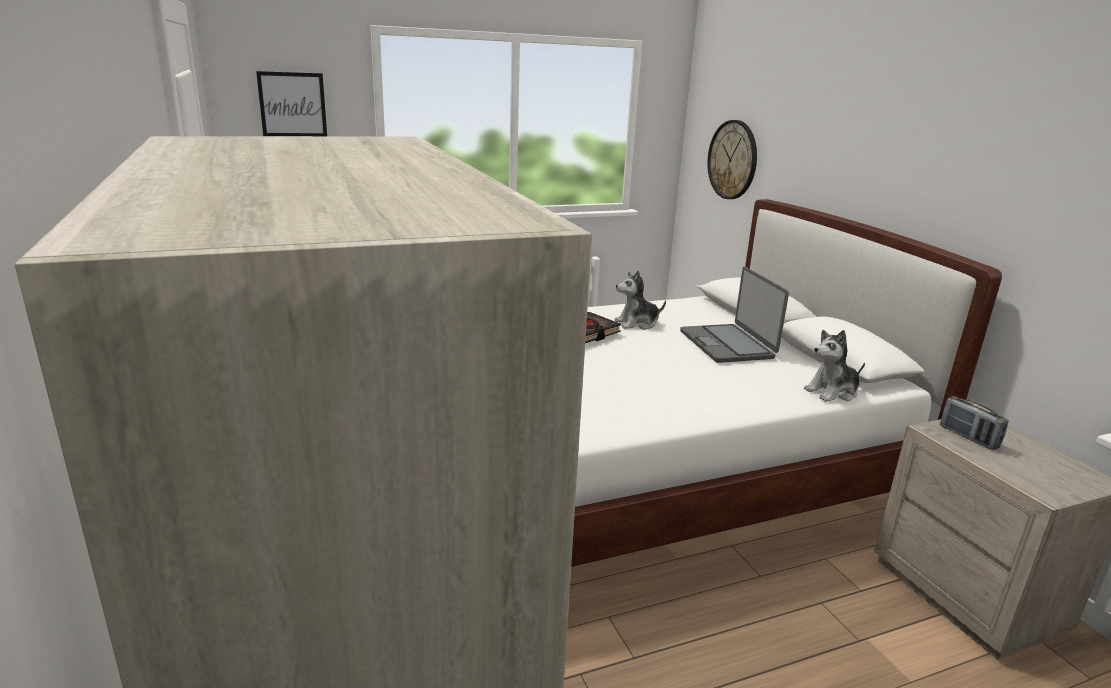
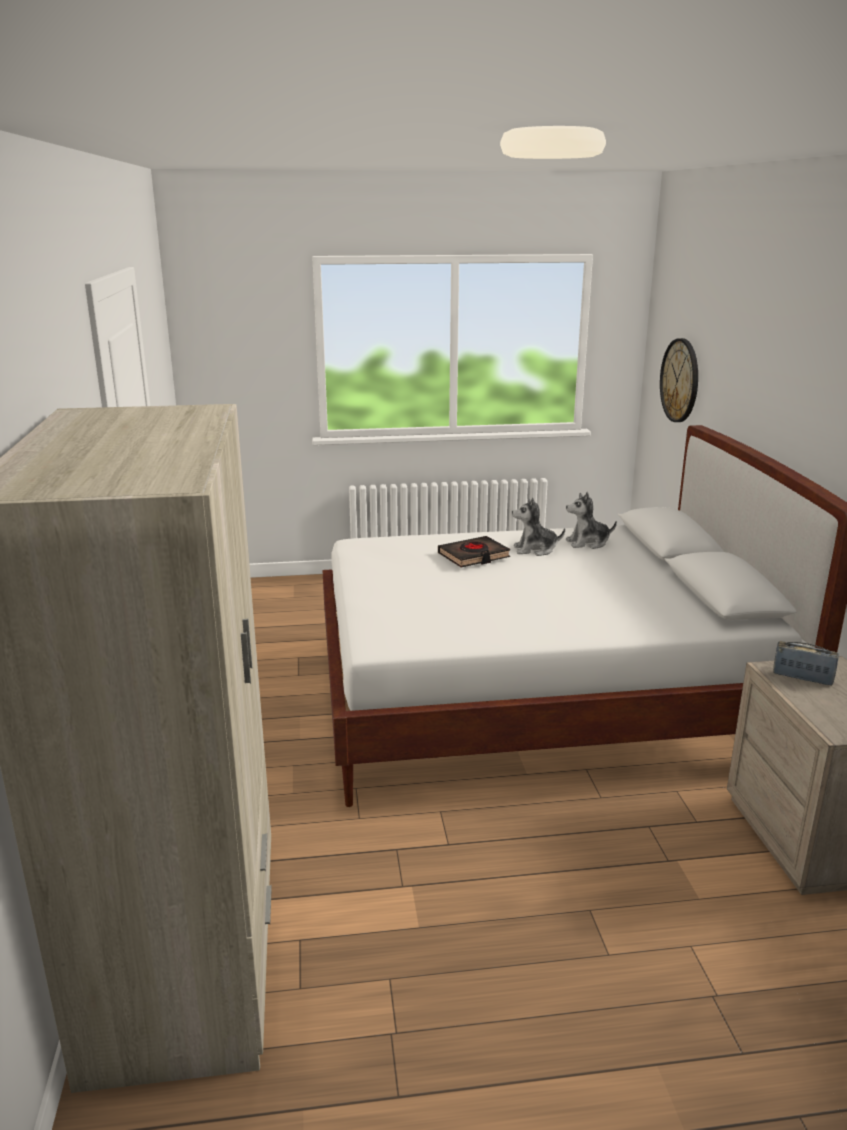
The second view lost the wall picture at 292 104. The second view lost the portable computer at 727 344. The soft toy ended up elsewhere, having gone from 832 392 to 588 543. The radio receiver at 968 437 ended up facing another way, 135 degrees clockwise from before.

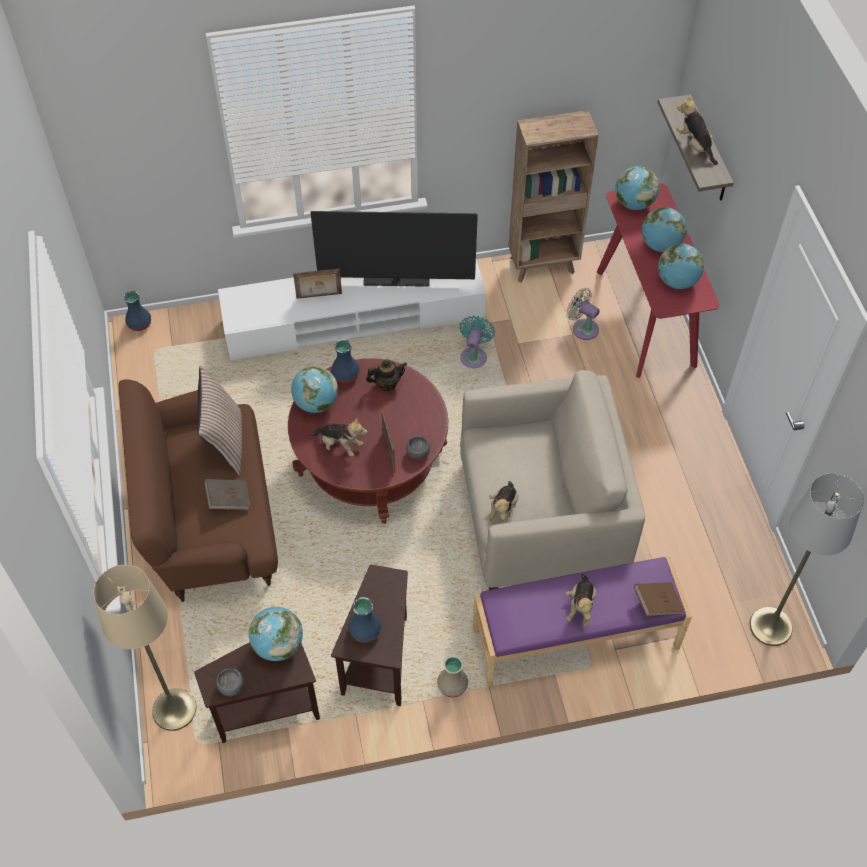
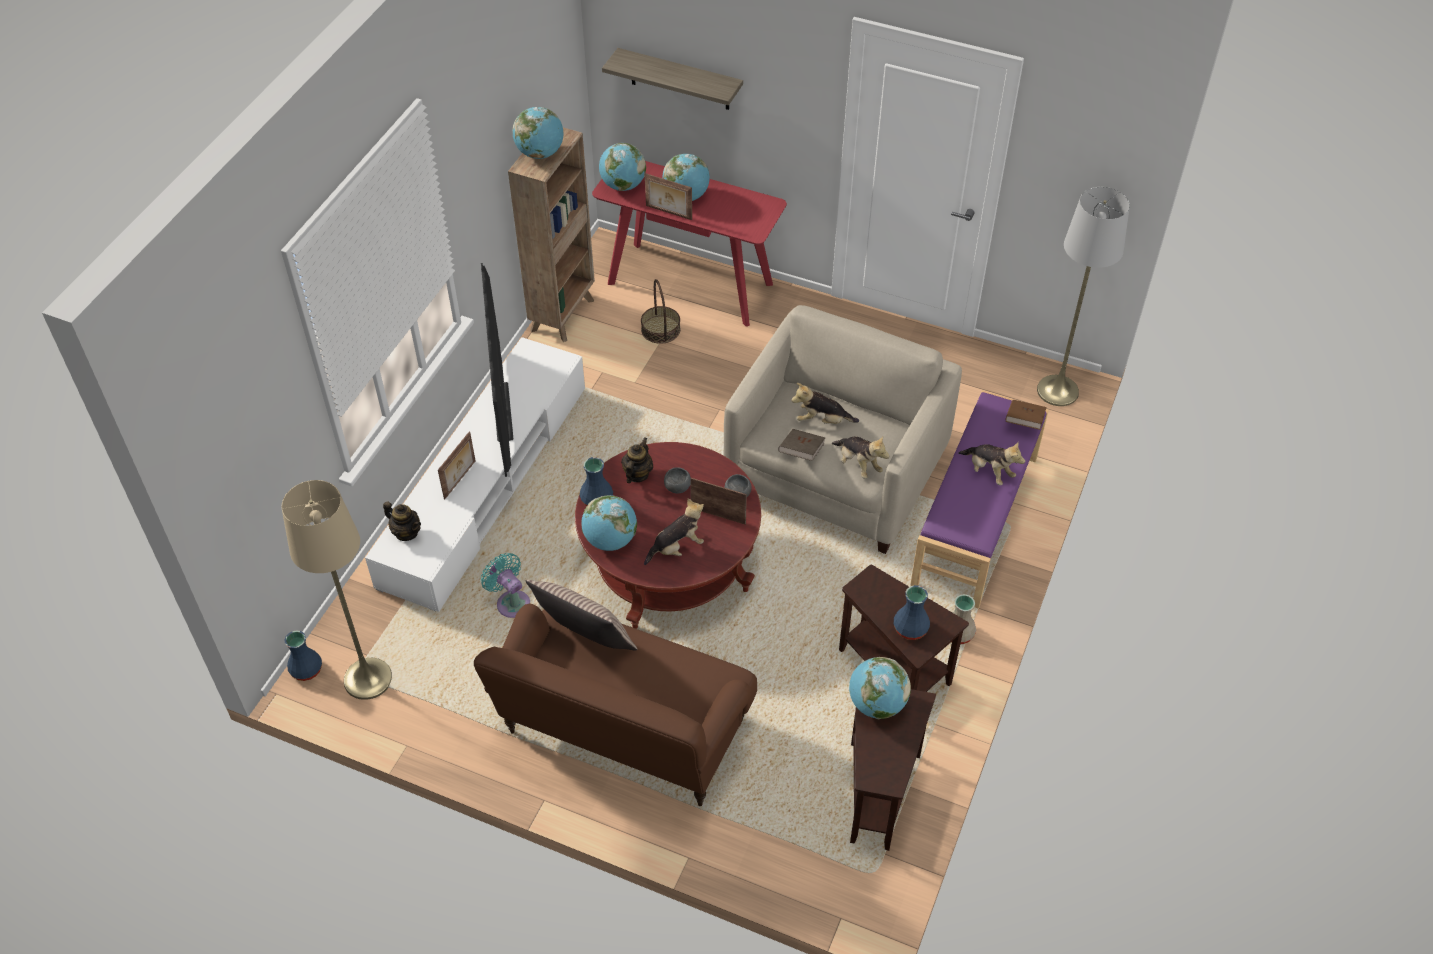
The second view gained the pot for tea at 406 532. The second view gained the standing frame at 668 213. The beige-coloured standard lamp ended up elsewhere, having gone from 174 709 to 368 678. The brown-coloured volume ended up elsewhere, having gone from 228 500 to 801 452. The grey bowl ended up elsewhere, having gone from 231 686 to 677 487. The turquoise cooling fan ended up elsewhere, having gone from 474 355 to 511 602. The globe ended up elsewhere, having gone from 677 282 to 540 153. The soft toy ended up elsewhere, having gone from 695 145 to 822 420. Where the beige-coloured cooling fan stood at 583 328, the basket came to stand at 661 329. The TV set at 396 281 ended up facing another way, 135 degrees clockwise from before.

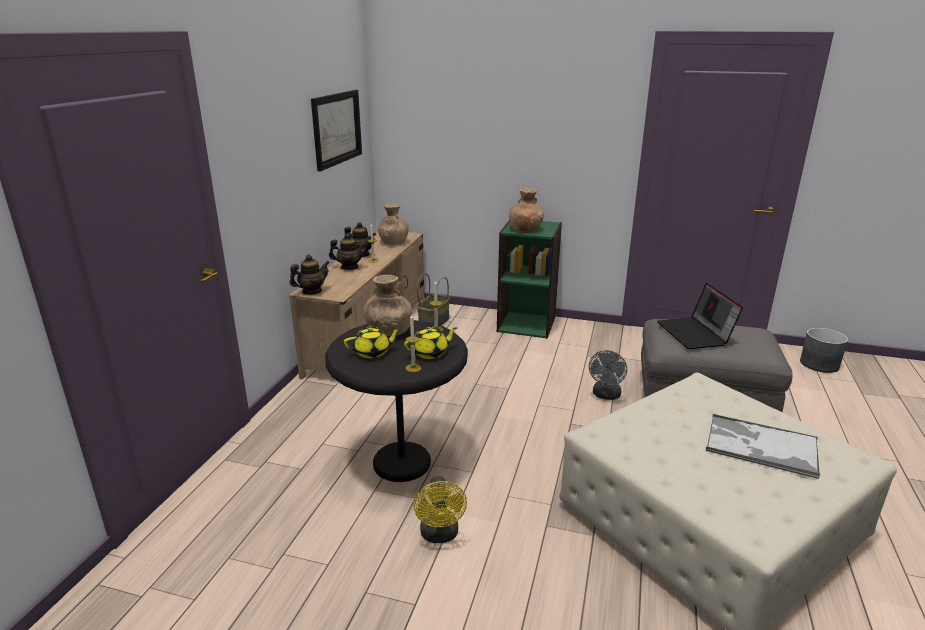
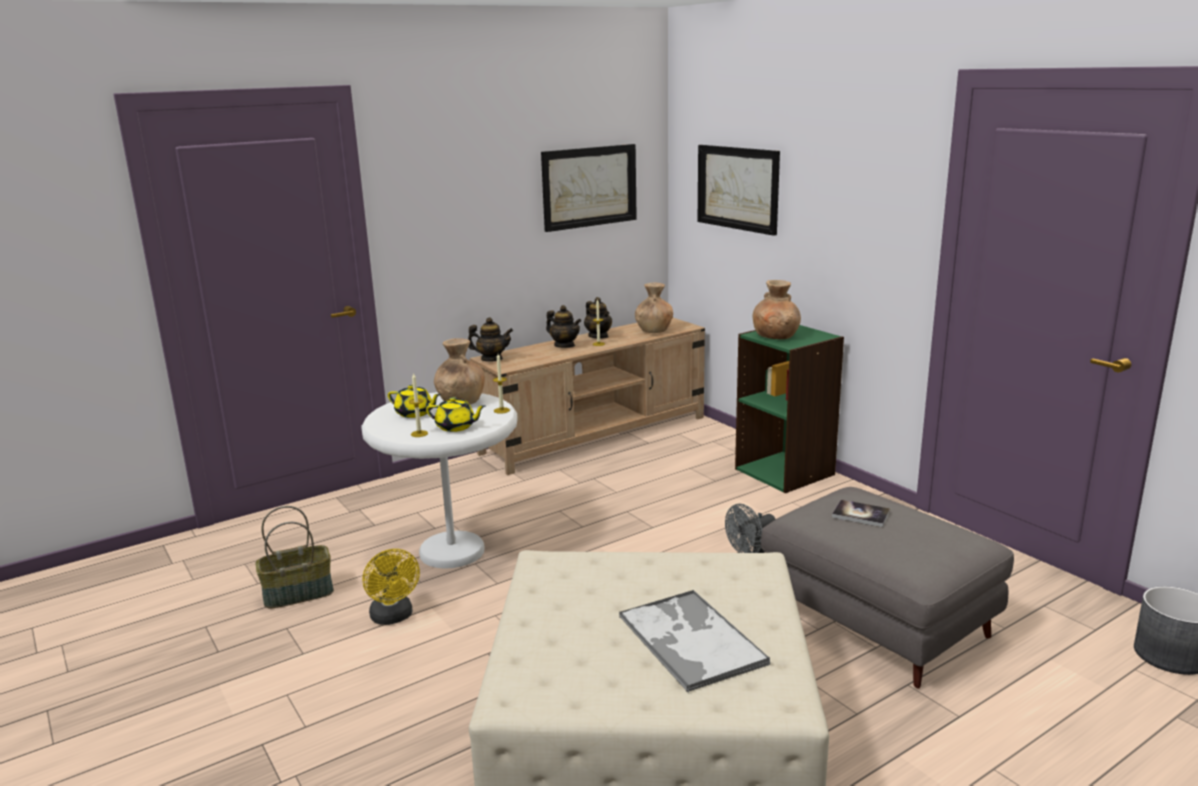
The second view gained the wall picture at 738 188. The basket ended up elsewhere, having gone from 433 322 to 299 593. Where the portable computer stood at 695 334, the volume came to stand at 860 515. What was the black accent table at 402 463 turned into the white accent table at 452 551. The yellow cooling fan at 440 535 ended up facing another way, 60 degrees counterclockwise from before.

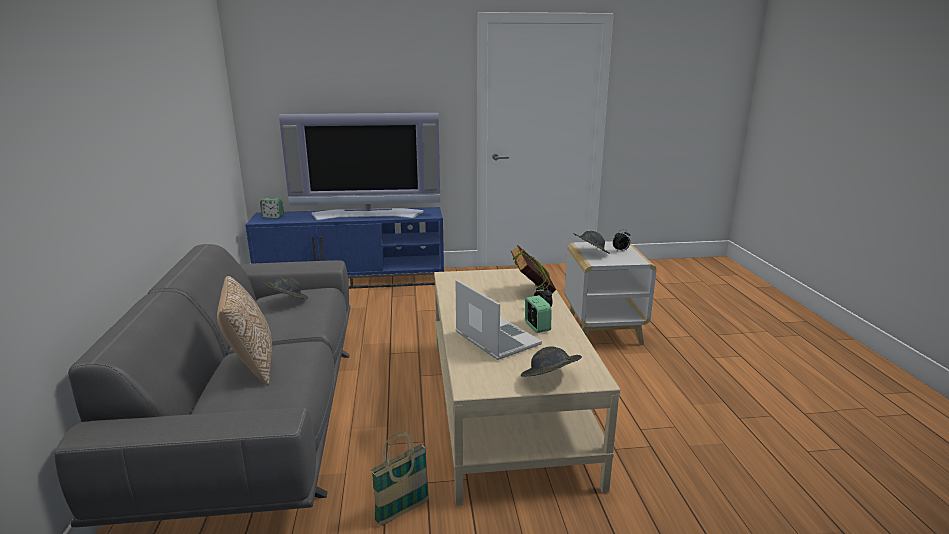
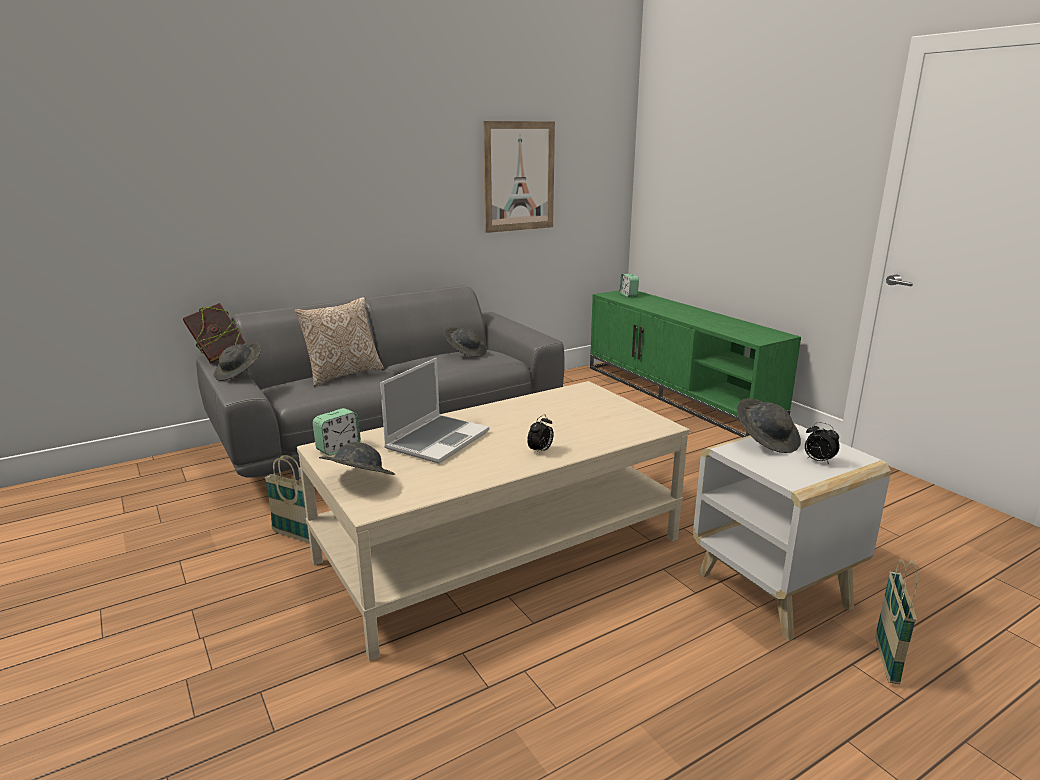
The second view lost the TV set at 367 214. The second view gained the grey hat at 239 374. The second view gained the wall picture at 519 176. The second view gained the basket at 886 660. The volume ended up elsewhere, having gone from 532 292 to 218 357. The table clock ended up elsewhere, having gone from 537 327 to 338 448. What was the blue-coloured media console at 354 280 turned into the green media console at 679 394.

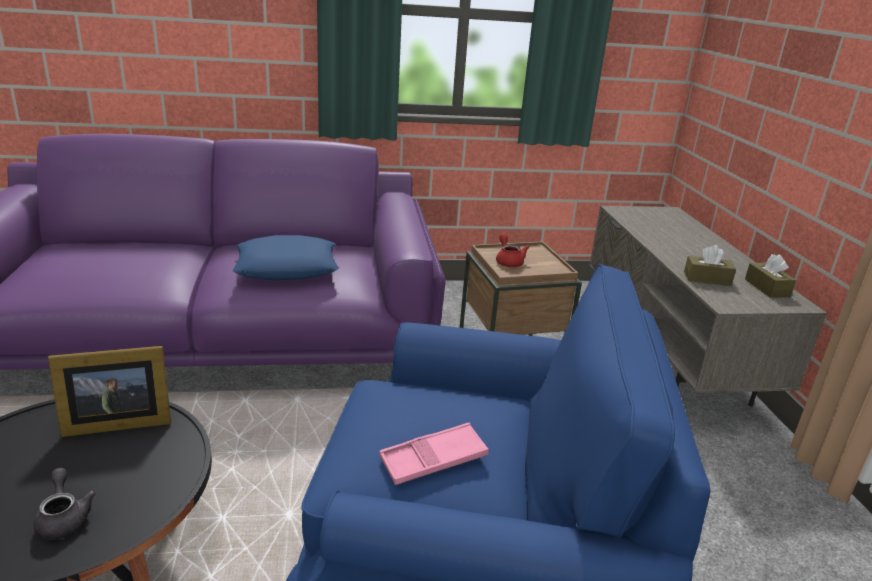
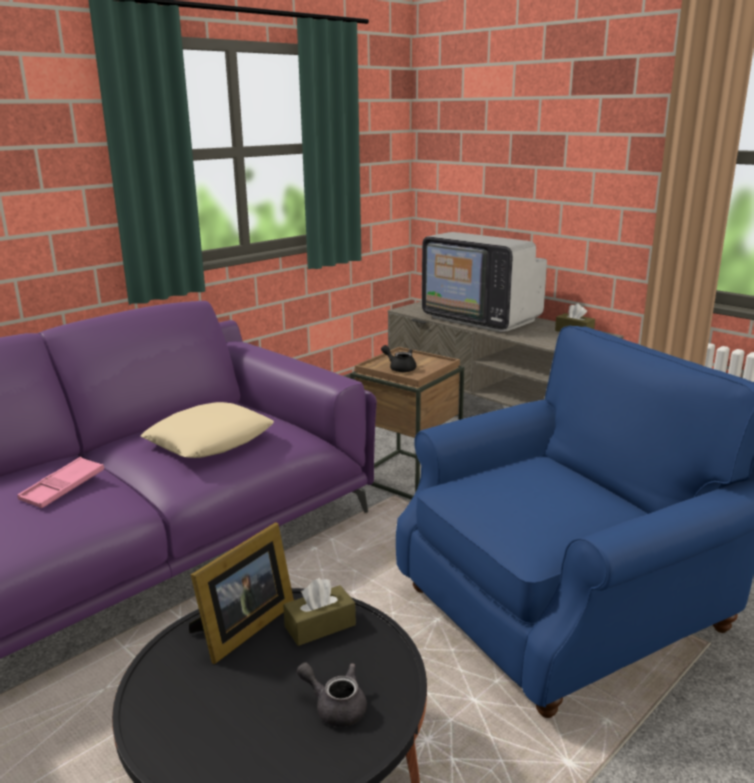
The second view gained the TV set at 481 318. The pink-coloured tray ended up elsewhere, having gone from 433 460 to 63 488. The brown-coloured tissue box ended up elsewhere, having gone from 707 279 to 320 626. What was the blue-coloured pillow at 287 267 turned into the beige-coloured pillow at 210 440. What was the red pot for tea at 508 261 turned into the black pot for tea at 400 368.

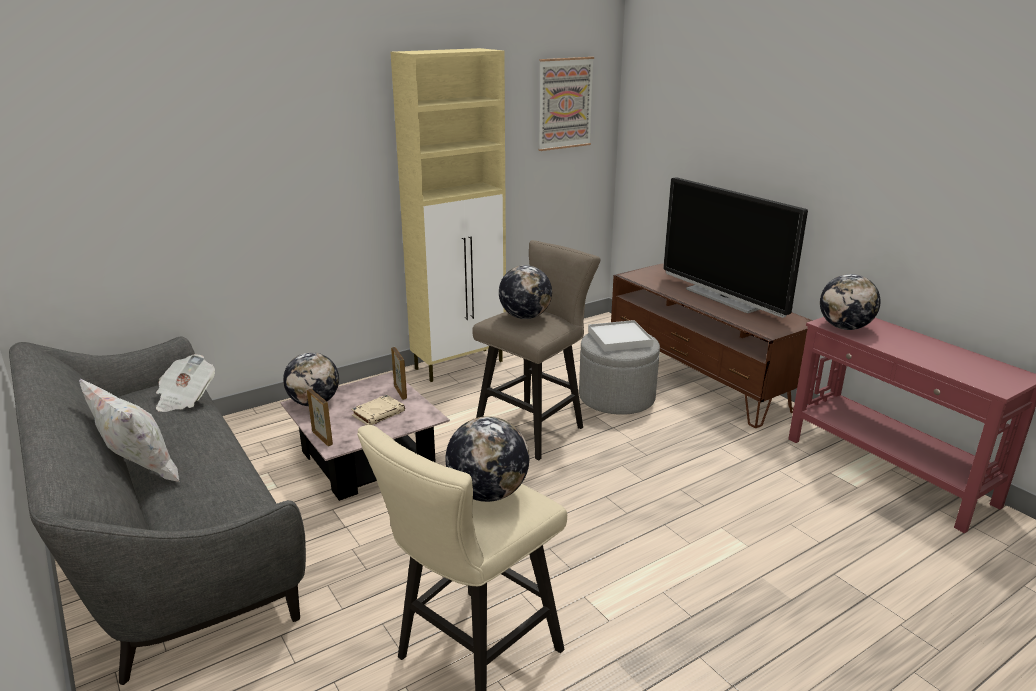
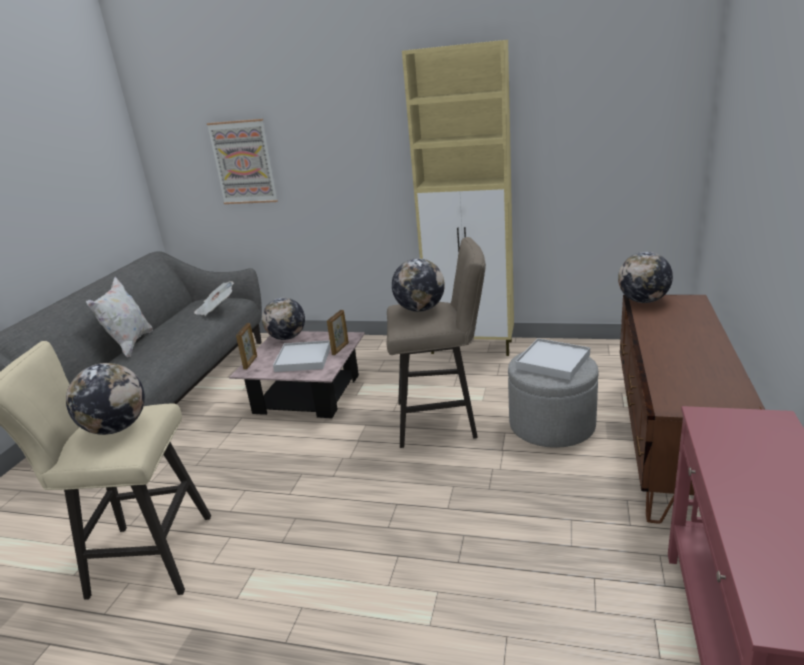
The second view lost the TV set at 724 298. The wall picture ended up elsewhere, having gone from 565 103 to 243 162. The globe ended up elsewhere, having gone from 844 327 to 643 301. Where the beige-coloured volume stood at 379 413, the white tray came to stand at 303 359.

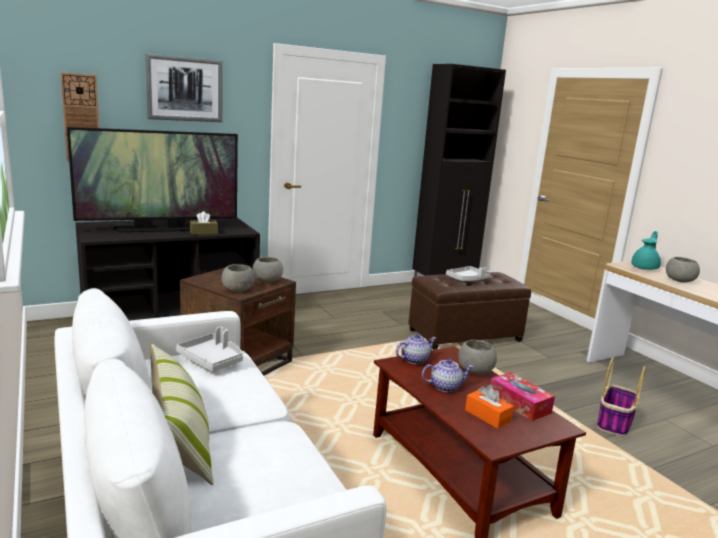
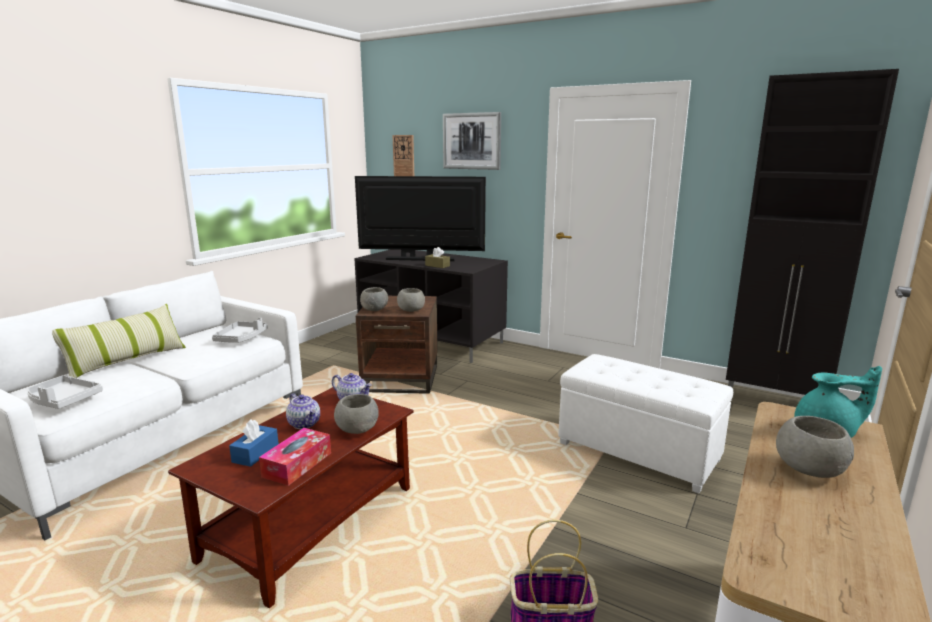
The grey tray ended up elsewhere, having gone from 467 279 to 63 400. What was the brown-coloured footrest at 464 335 turned into the white footrest at 638 451. What was the orange-coloured tissue box at 487 416 turned into the blue-coloured tissue box at 255 453. The TV set at 159 229 ended up facing another way, 150 degrees clockwise from before.

